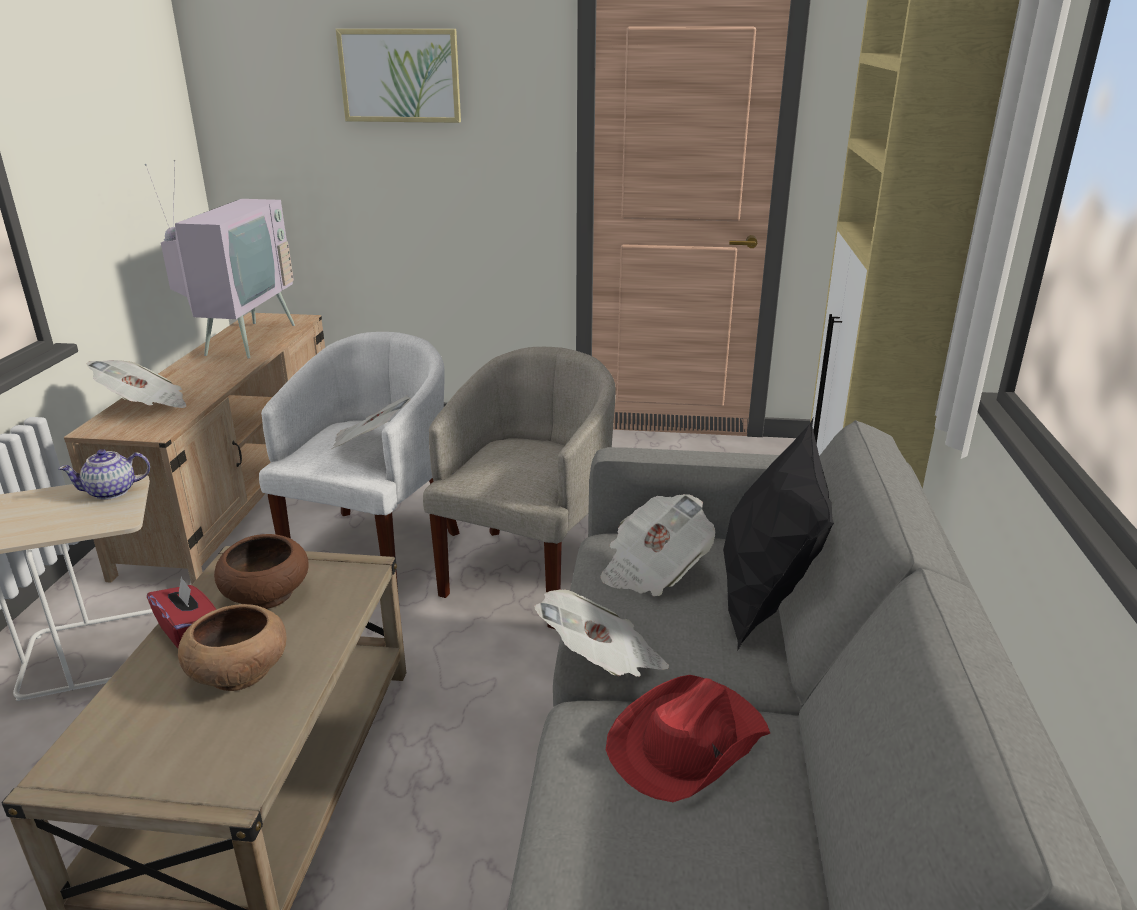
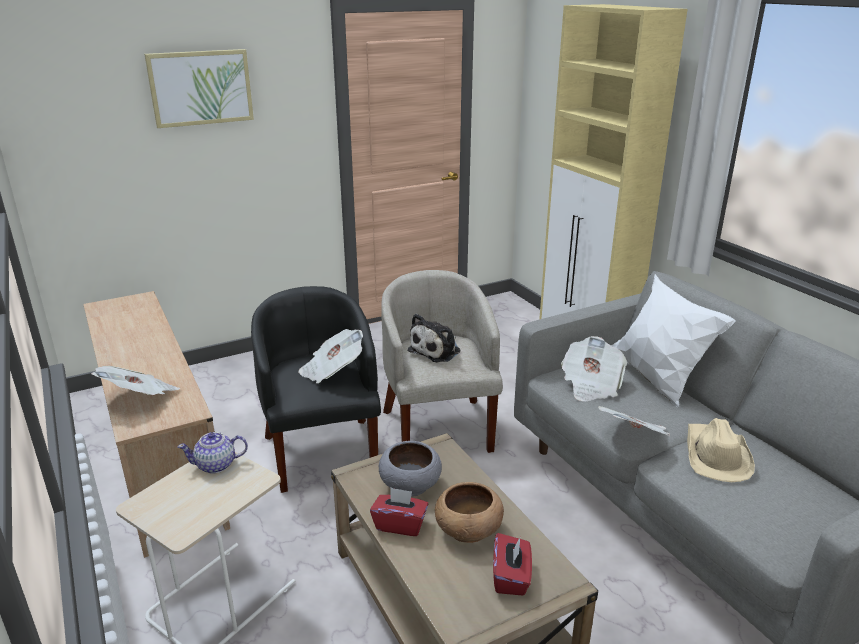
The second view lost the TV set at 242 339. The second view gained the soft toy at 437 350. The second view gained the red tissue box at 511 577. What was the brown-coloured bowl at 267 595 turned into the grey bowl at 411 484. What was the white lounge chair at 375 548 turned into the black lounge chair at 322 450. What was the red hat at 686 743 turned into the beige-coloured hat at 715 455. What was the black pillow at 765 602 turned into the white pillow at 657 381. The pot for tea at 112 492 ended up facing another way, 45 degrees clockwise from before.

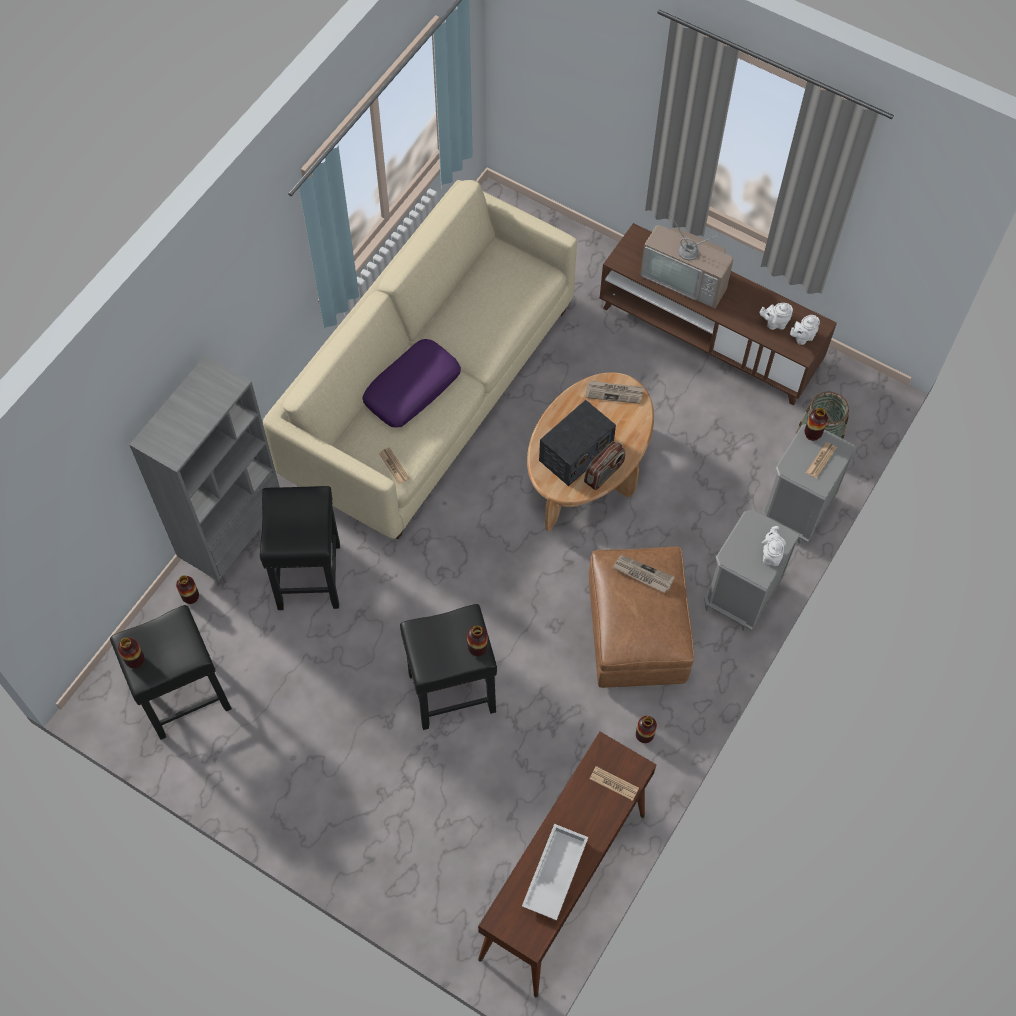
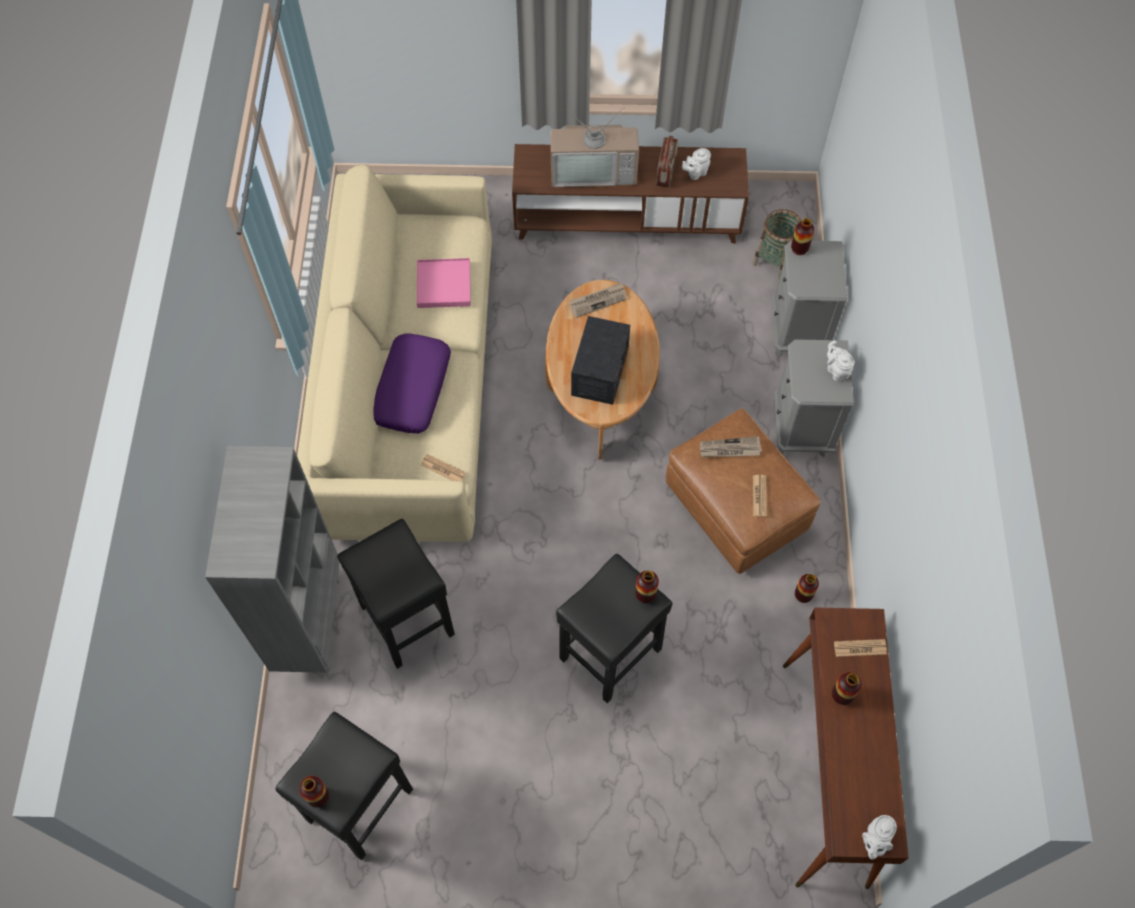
The second view lost the white tray at 554 872. The second view gained the pink-coloured tray at 444 285. The flower vase ended up elsewhere, having gone from 191 597 to 841 695. The radio receiver ended up elsewhere, having gone from 604 473 to 666 172. The white pot for tea ended up elsewhere, having gone from 802 337 to 874 840. The newspaper ended up elsewhere, having gone from 821 460 to 759 496.

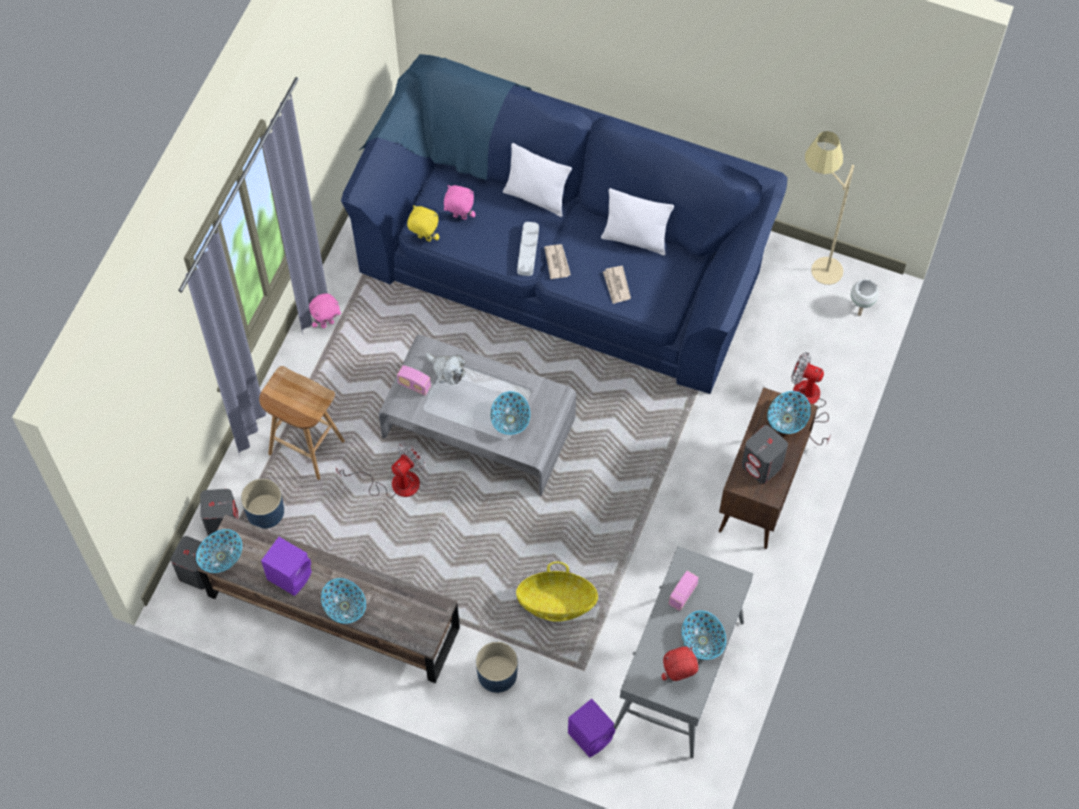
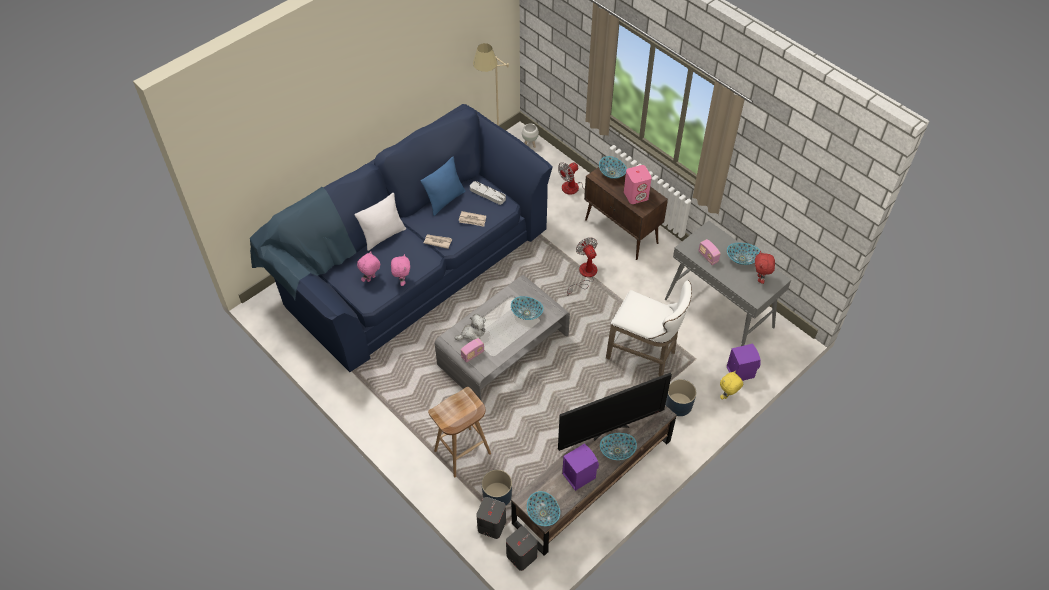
The second view gained the TV set at 610 430. The pink-coloured soft toy ended up elsewhere, having gone from 327 323 to 402 281. The cooling fan ended up elsewhere, having gone from 394 483 to 584 275. The yellow soft toy ended up elsewhere, having gone from 424 238 to 727 396. The grey tray ended up elsewhere, having gone from 528 250 to 487 194. Where the basket stood at 556 603, the white sitting stool came to stand at 645 355. What was the white pillow at 635 239 turned into the blue-coloured pillow at 445 200. What was the grey loudspeaker at 762 465 turned into the pink-coloured loudspeaker at 636 195.

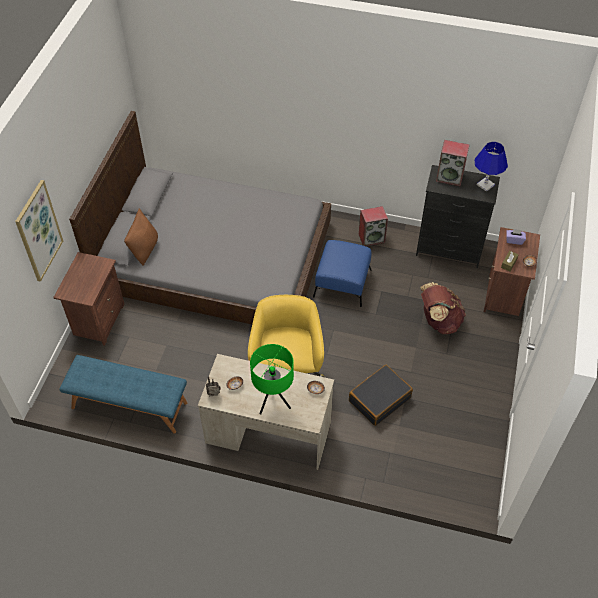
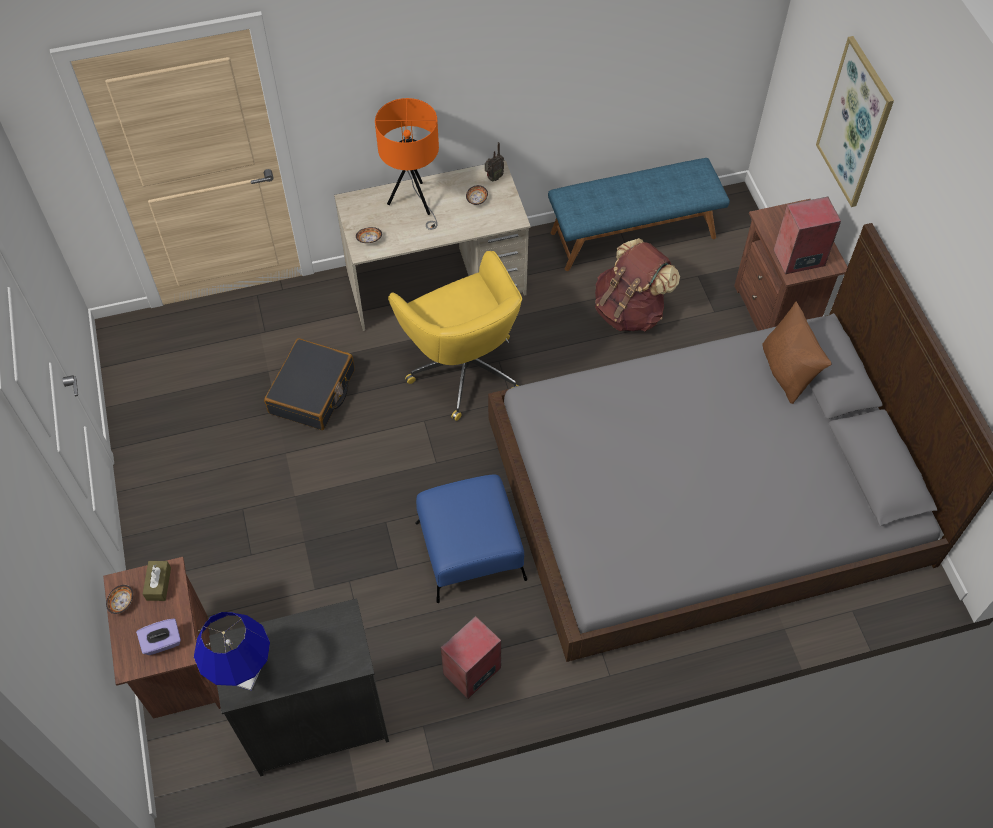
The brown-coloured knapsack ended up elsewhere, having gone from 439 321 to 630 310. The loudspeaker ended up elsewhere, having gone from 450 177 to 798 258. What was the green tabletop lamp at 273 402 turned into the orange-coloured tabletop lamp at 414 203.

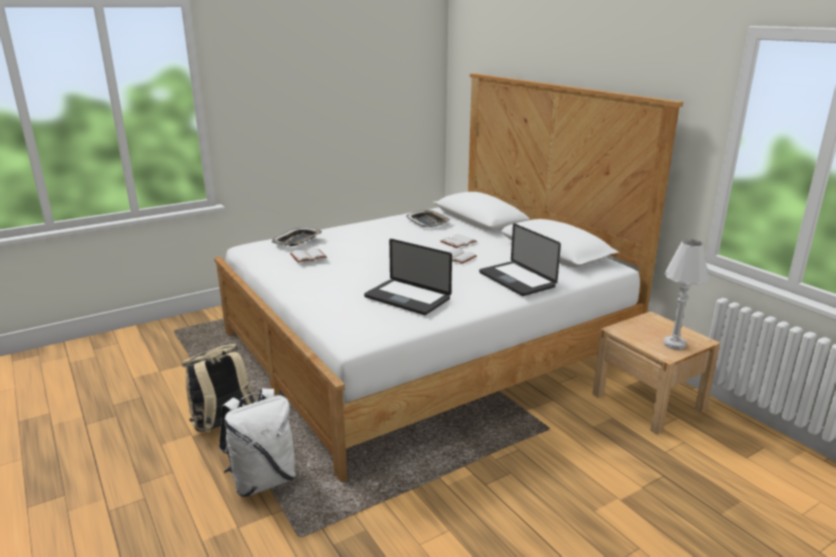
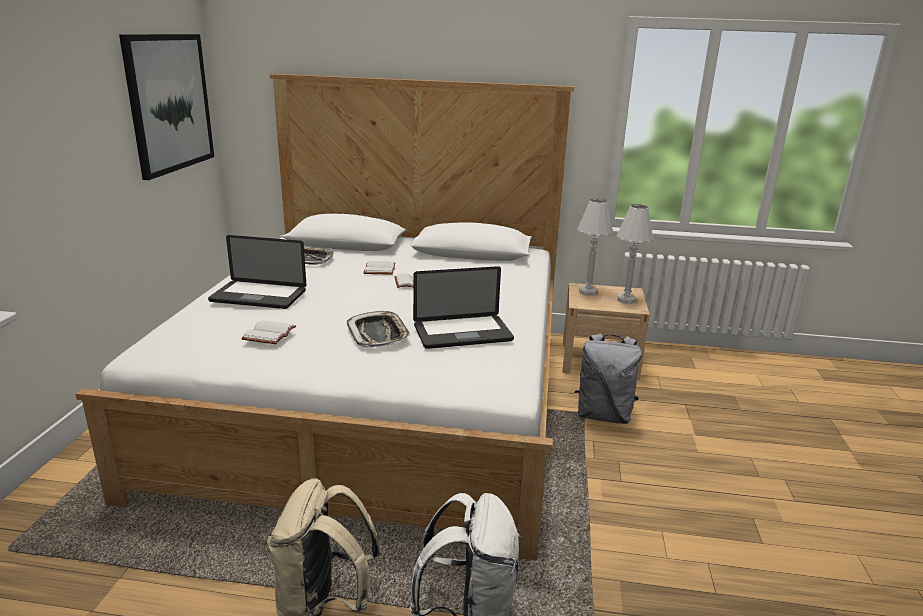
The second view gained the wall picture at 169 103. The second view gained the grey knapsack at 603 415. The second view gained the white tabletop lamp at 588 292. The tray ended up elsewhere, having gone from 297 240 to 378 334. The portable computer ended up elsewhere, having gone from 516 280 to 258 296.

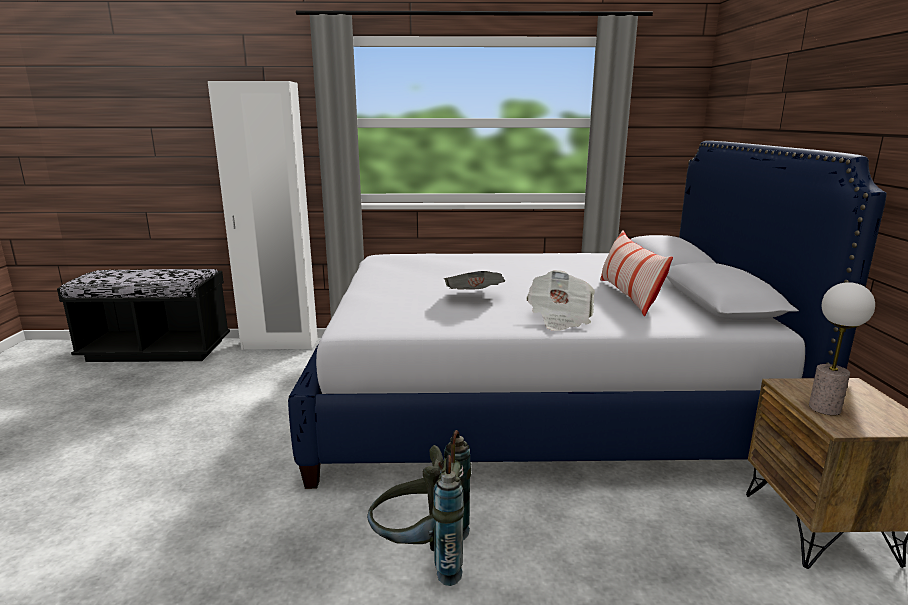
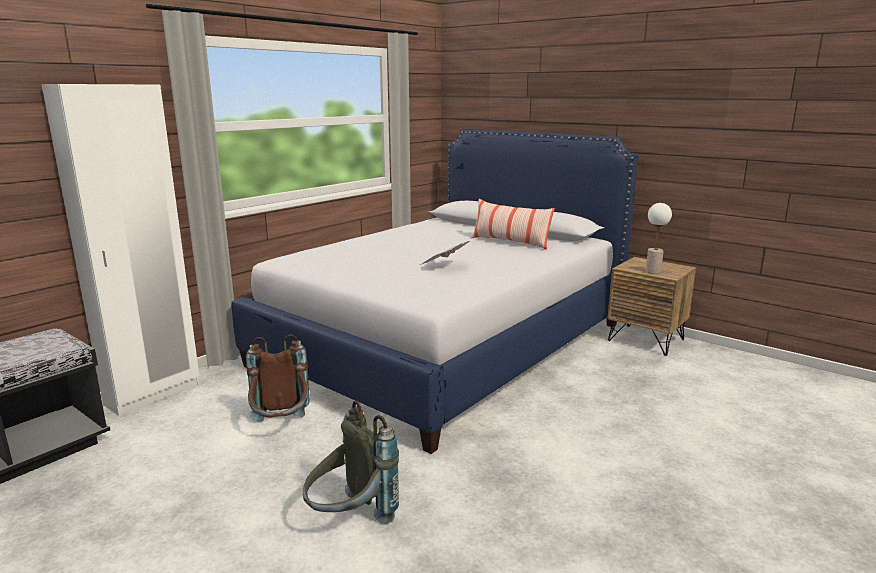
The second view lost the newspaper at 559 318. The second view gained the brown-coloured knapsack at 281 427. The grey knapsack ended up elsewhere, having gone from 422 556 to 350 520.

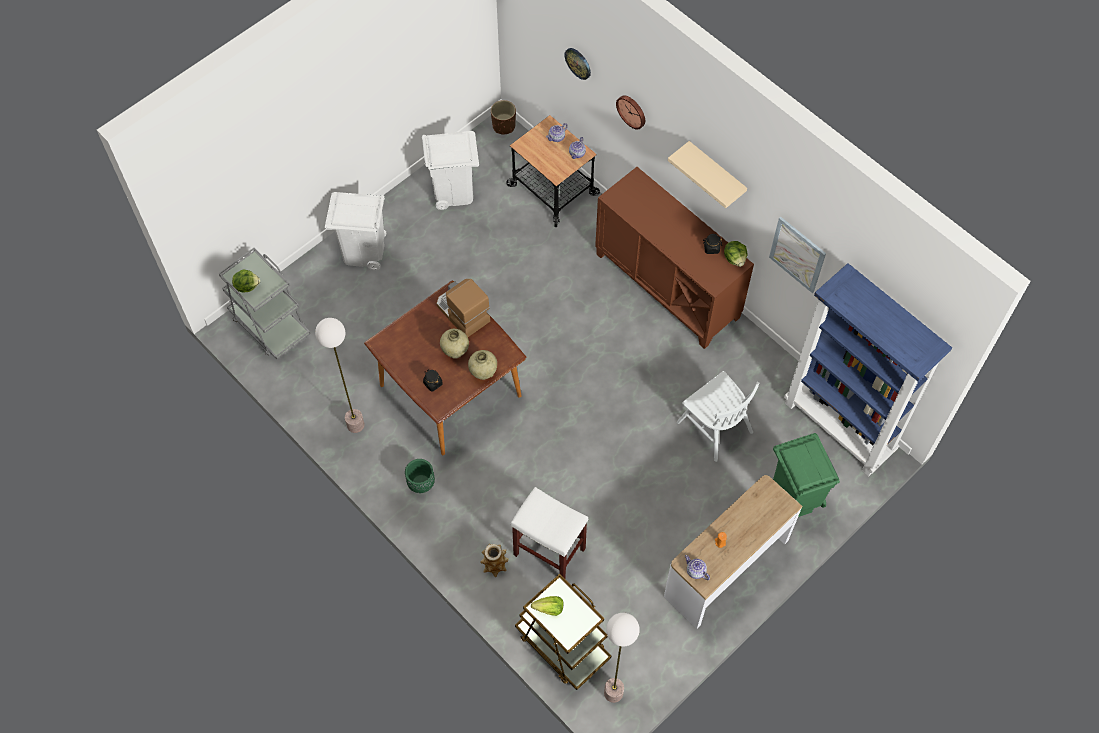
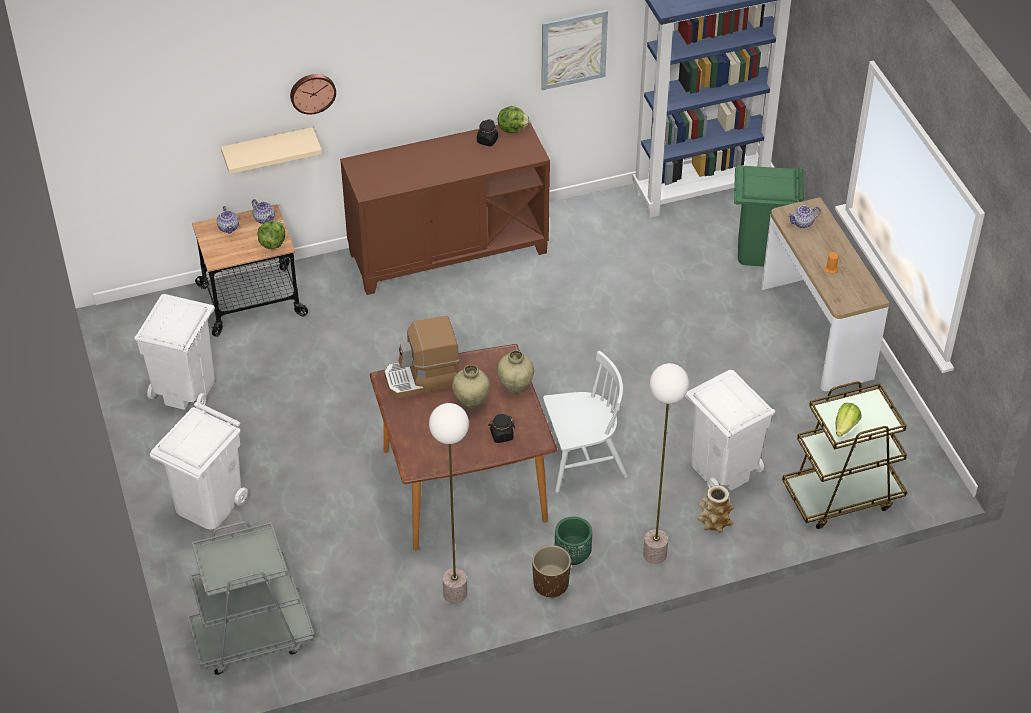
The second view lost the hanging clock at 578 63. The head of lettuce ended up elsewhere, having gone from 247 286 to 272 243. The brown-coloured plant pot ended up elsewhere, having gone from 504 126 to 550 584. The standard lamp ended up elsewhere, having gone from 613 693 to 655 554. The beige-coloured wall shelf ended up elsewhere, having gone from 716 172 to 268 149. The white upright chair ended up elsewhere, having gone from 714 426 to 582 460. The pot for tea ended up elsewhere, having gone from 696 571 to 803 223. Where the white sitting stool stood at 548 551, the white trash can came to stand at 723 468.

